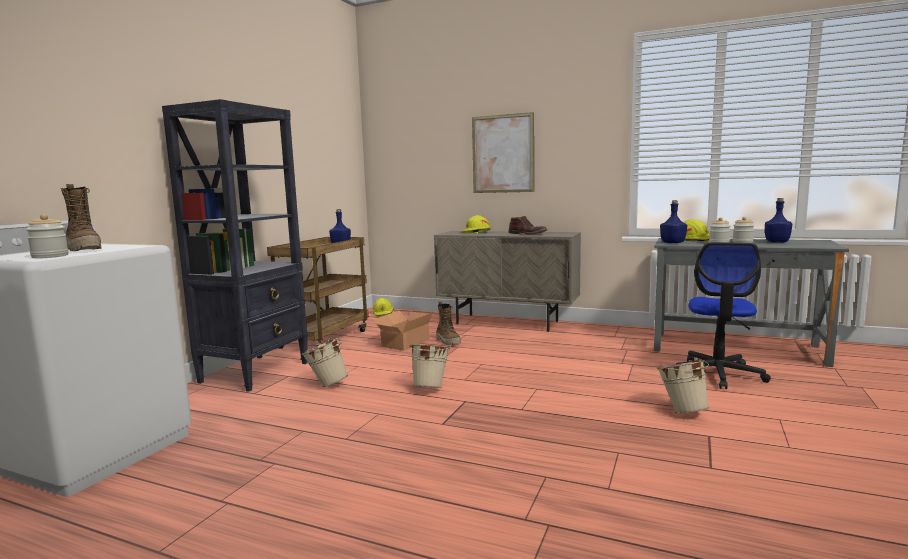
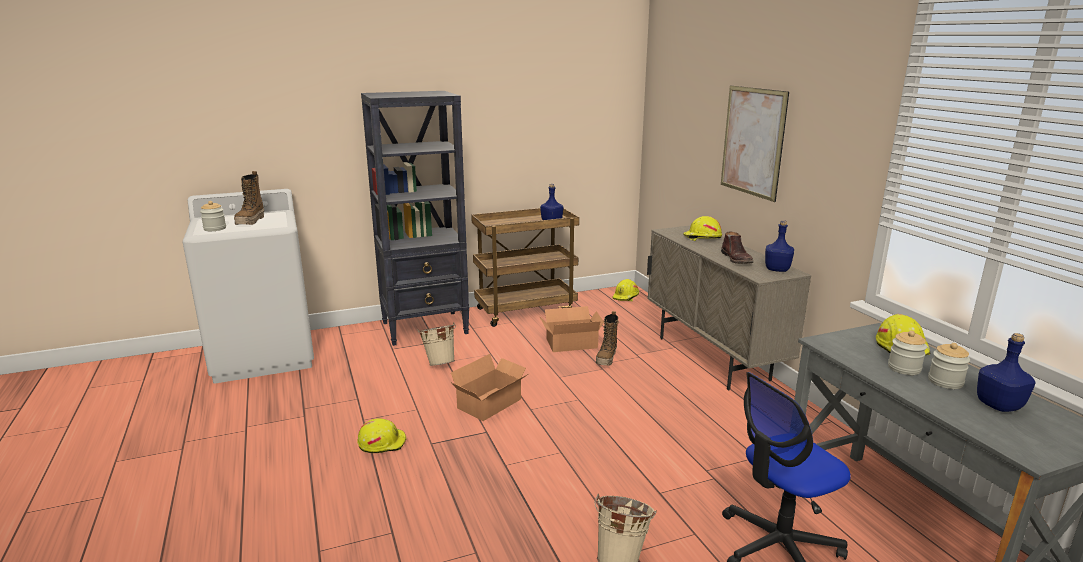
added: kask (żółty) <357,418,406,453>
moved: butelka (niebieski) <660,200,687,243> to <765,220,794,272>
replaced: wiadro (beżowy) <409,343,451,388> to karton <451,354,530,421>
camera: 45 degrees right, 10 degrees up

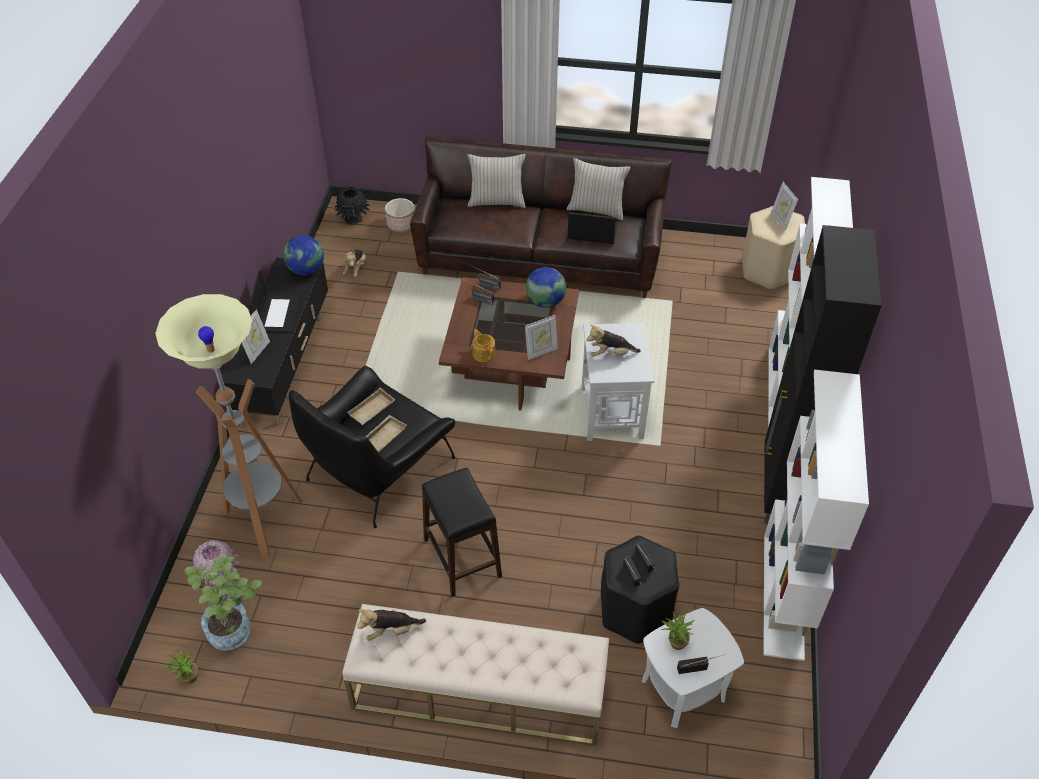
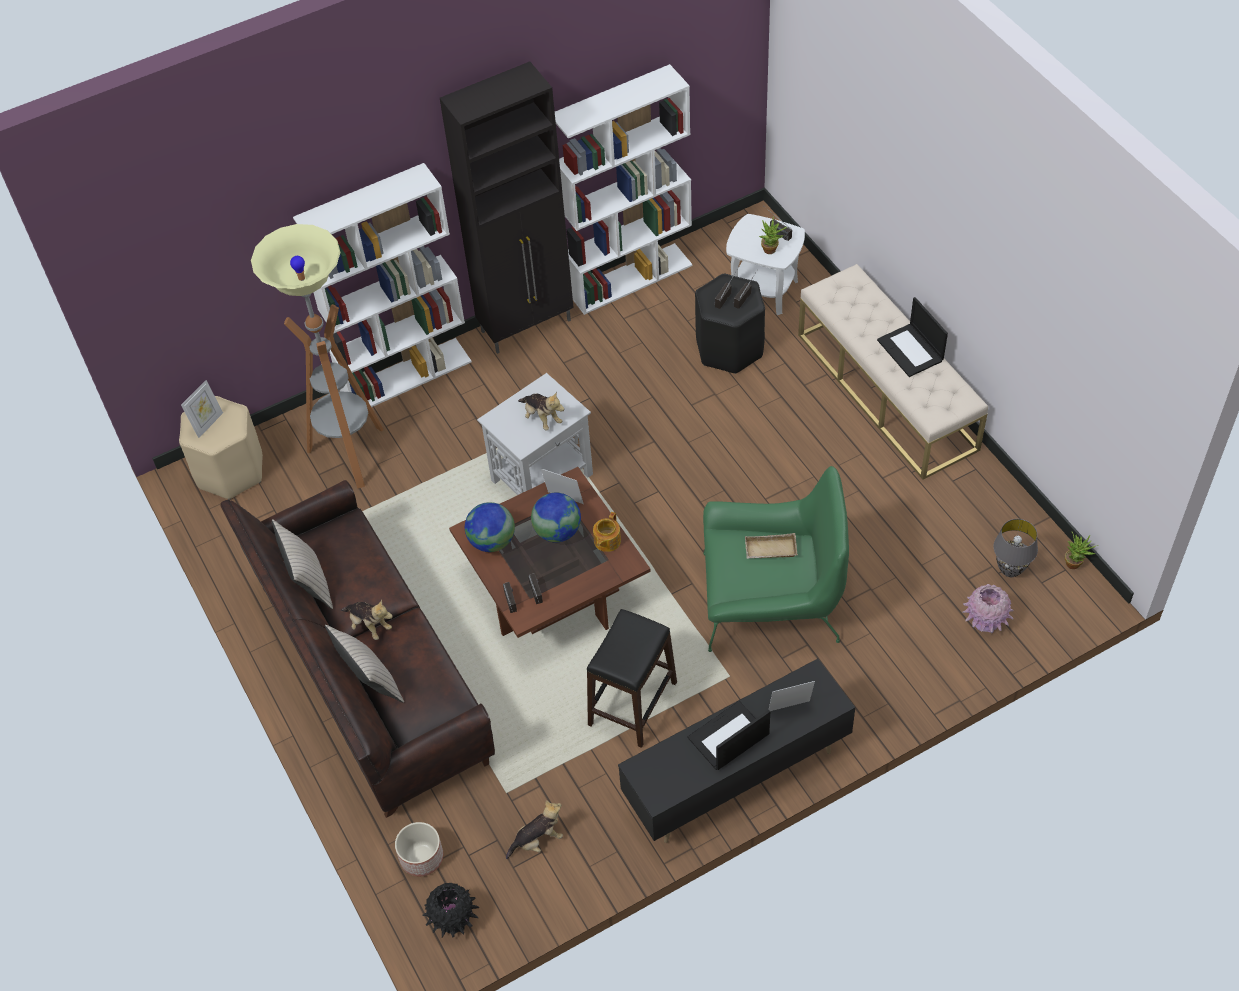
removed: taca (beżowy) <347,388,395,425>
moved: lampa stojąca <155,294,303,559> to <251,224,384,489>; globus <283,235,324,275> to <531,493,581,542>; pluszak <357,609,426,641> to <341,599,393,640>; stołek (czarny) <422,468,502,597> to <587,609,677,748>; laptop <567,212,618,244> to <877,297,948,377>
replaced: roślina doniczkowa <184,556,262,651> to lampa stołowa (szary) <994,519,1038,577>
recoloured: fotel (czarny) <289,366,455,528> to fotel (zielony) <703,466,849,652>
camera: 125 degrees left, 5 degrees up

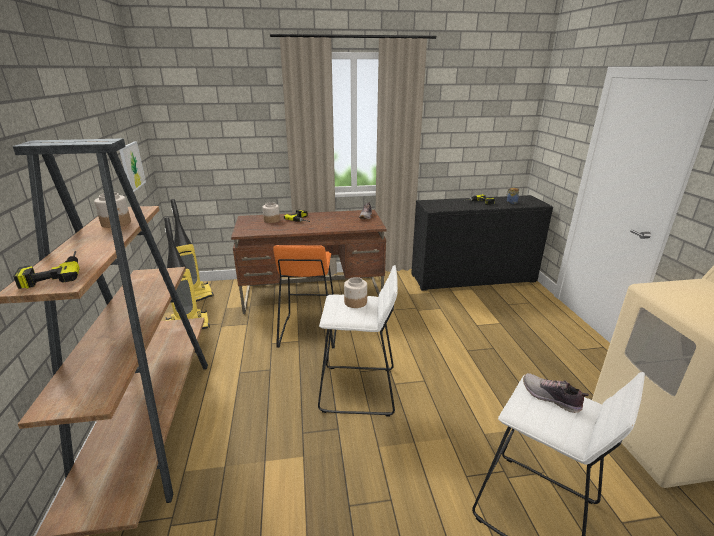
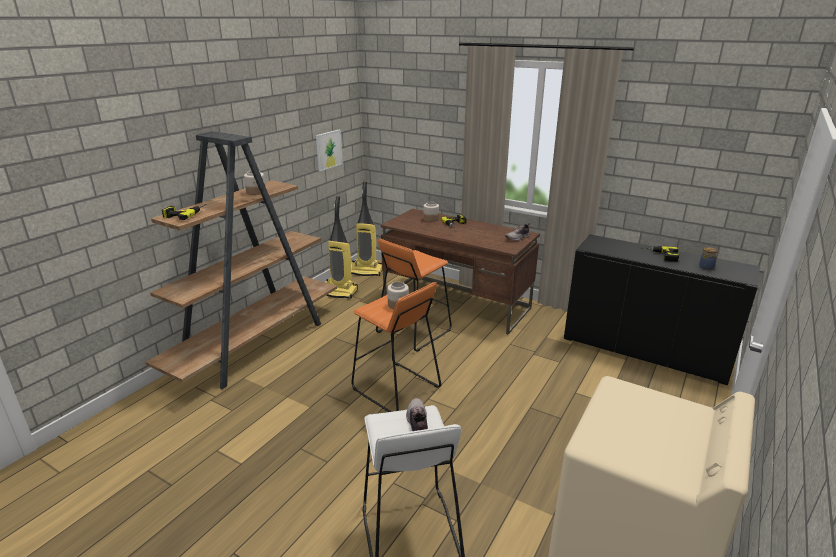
recoloured: stołek (biały) <318,265,398,416> to stołek (pomarańczowy) <351,282,441,412>
camera: 40 degrees right, 0 degrees up

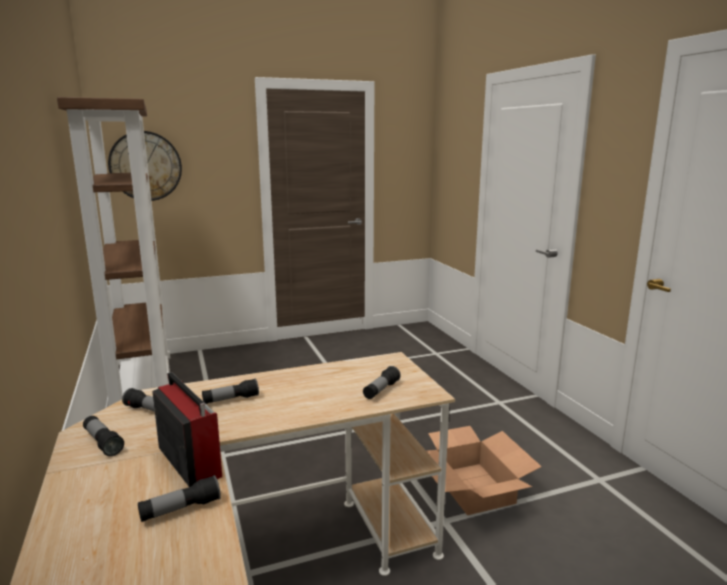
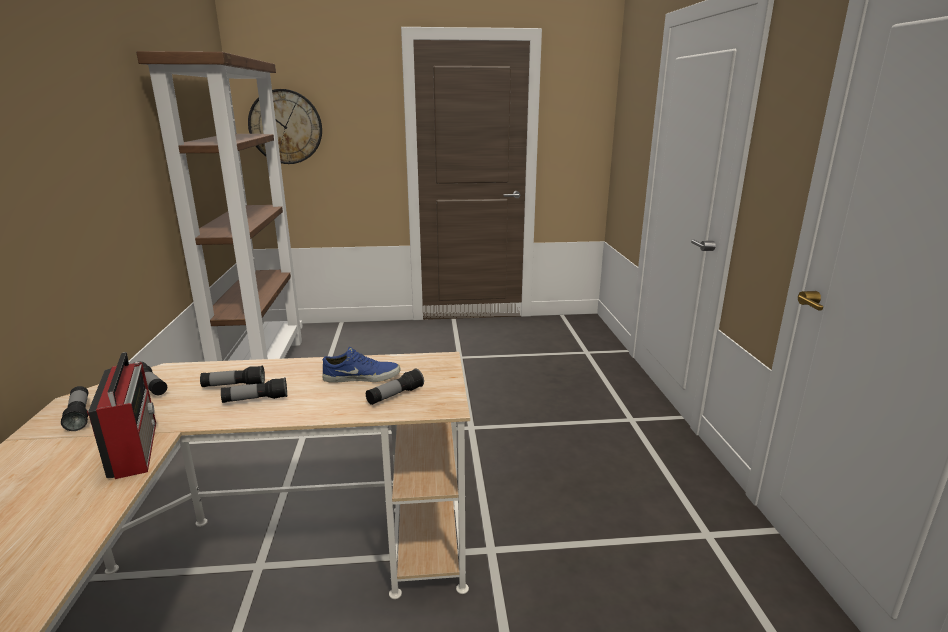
removed: karton <427,426,542,515>
added: but (niebieski) <322,347,401,383>
moved: latarka <138,475,221,522> to <221,378,287,403>
camera: 15 degrees right, 5 degrees up

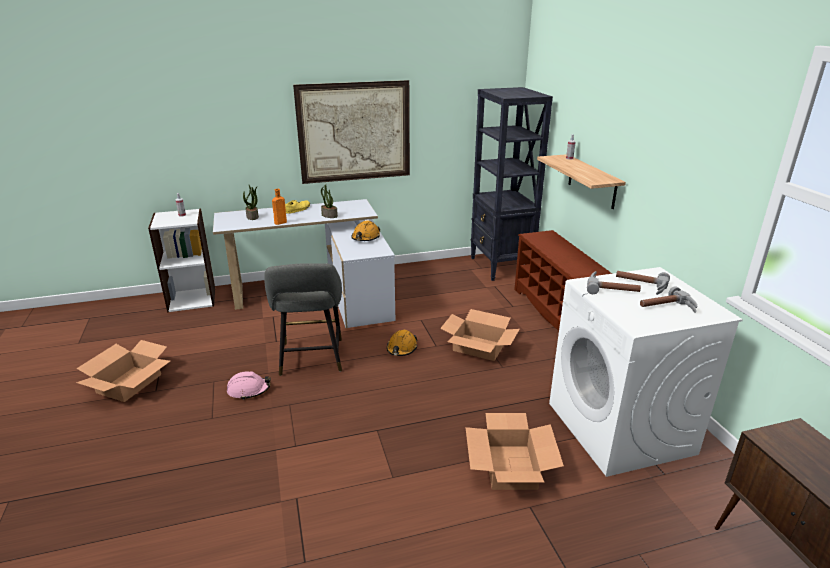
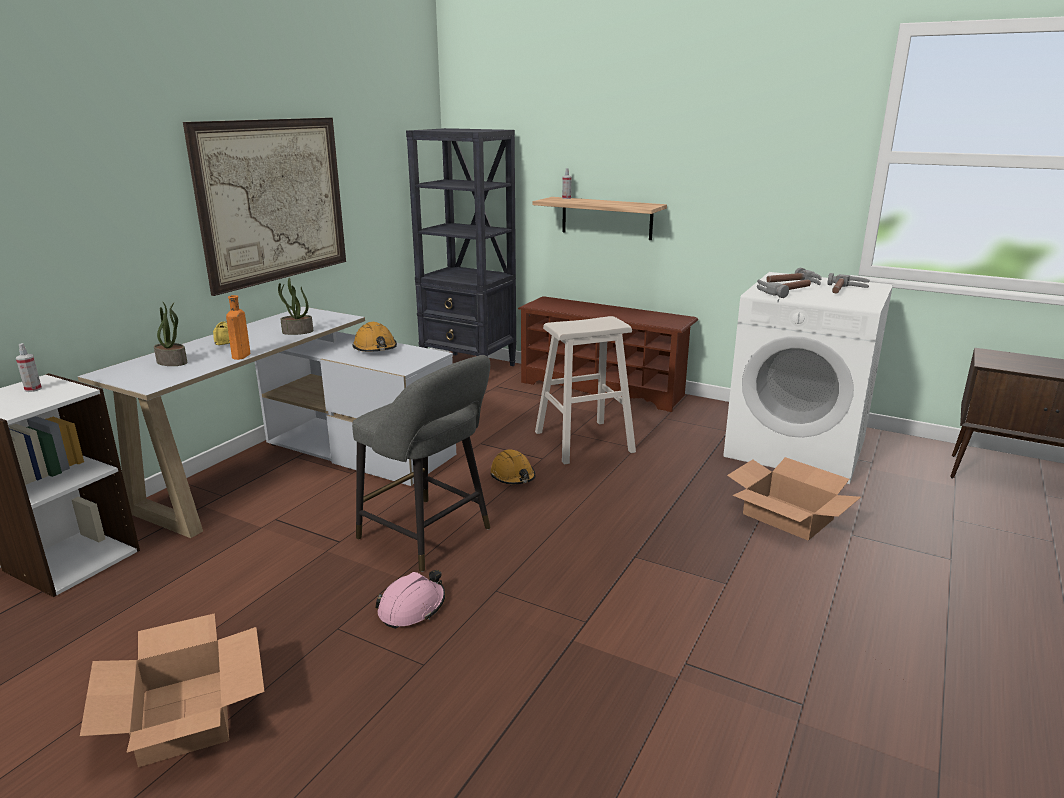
replaced: karton <440,309,520,361> to stołek (beżowy) <535,316,636,465>
camera: 45 degrees left, 5 degrees down

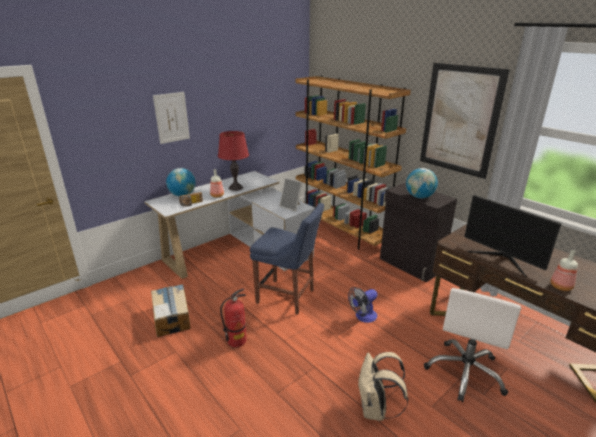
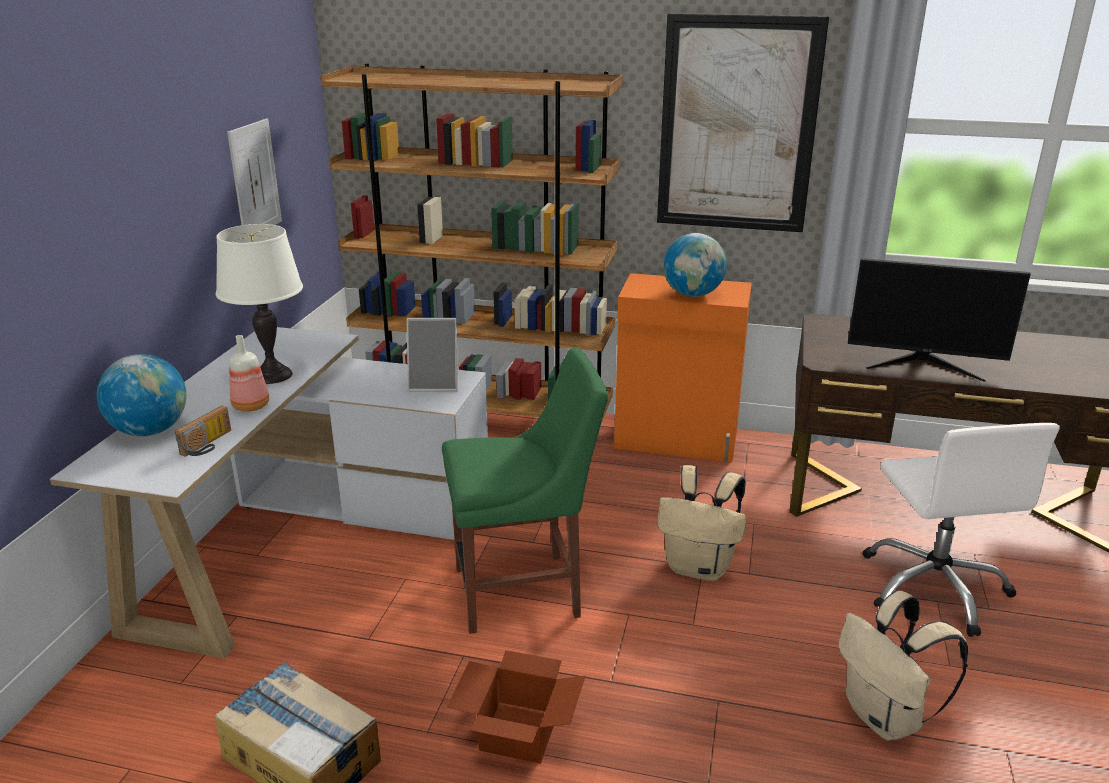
removed: butelka <550,250,578,291>
moved: obraz <153,92,190,144> to <227,119,282,225>
replaced: gaśnica <220,288,246,347> to karton <447,650,586,764>; wentylator <348,287,378,323> to plecak (beżowy) <657,465,746,581>
recoloured: lampa stołowa (czerwony) <218,131,249,191> to lampa stołowa (biały) <216,224,303,384>; krzesło (niebieski) <250,203,324,315> to krzesło (zielony) <442,348,608,634>; szafka (czarny) <380,182,457,282> to szafka (pomarańczowy) <614,273,752,463>
camera: 35 degrees left, 0 degrees up

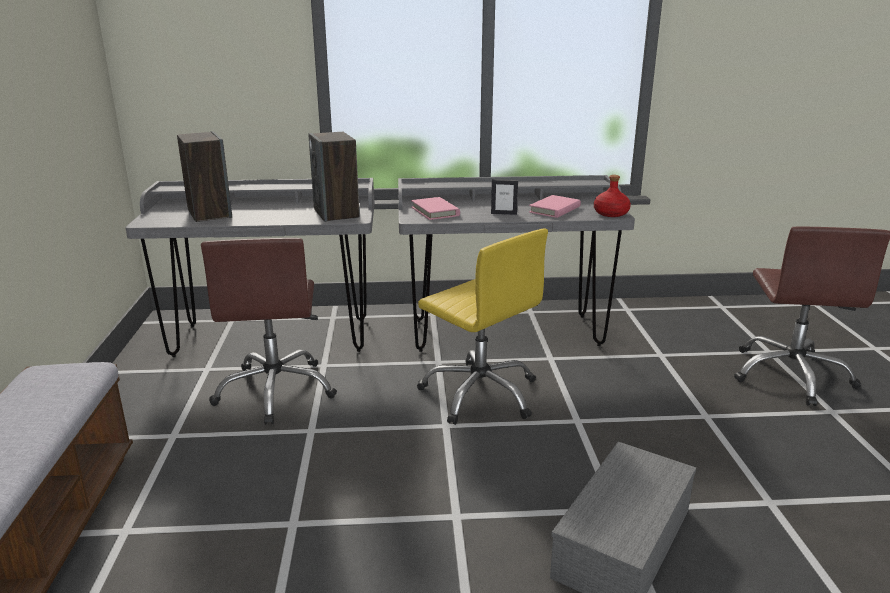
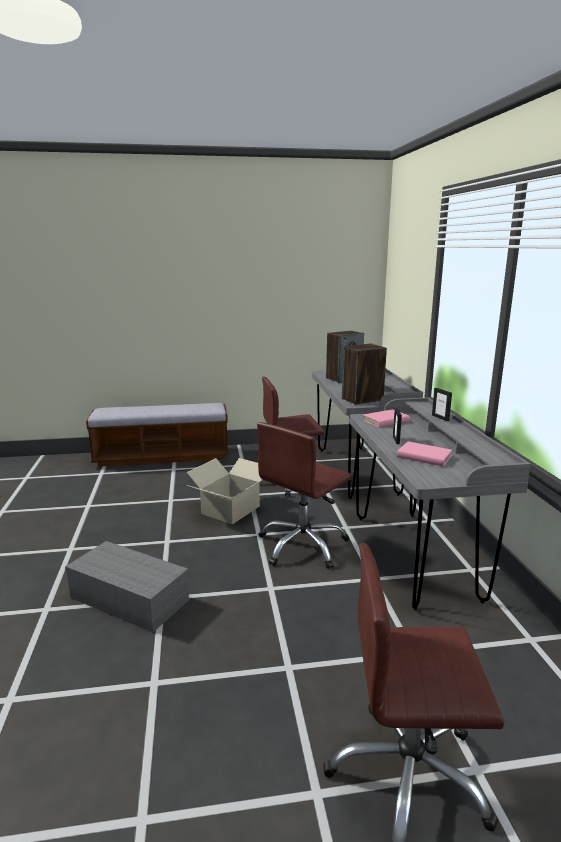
removed: butelka (czerwony) <594,175,631,217>
added: karton <187,458,263,525>; ramka na zdjęcie <432,388,452,421>
recoloured: krzesło biurowe (żółty) <417,229,548,425> to krzesło biurowe (brązowy) <257,422,351,569>
camera: 85 degrees right, 5 degrees down

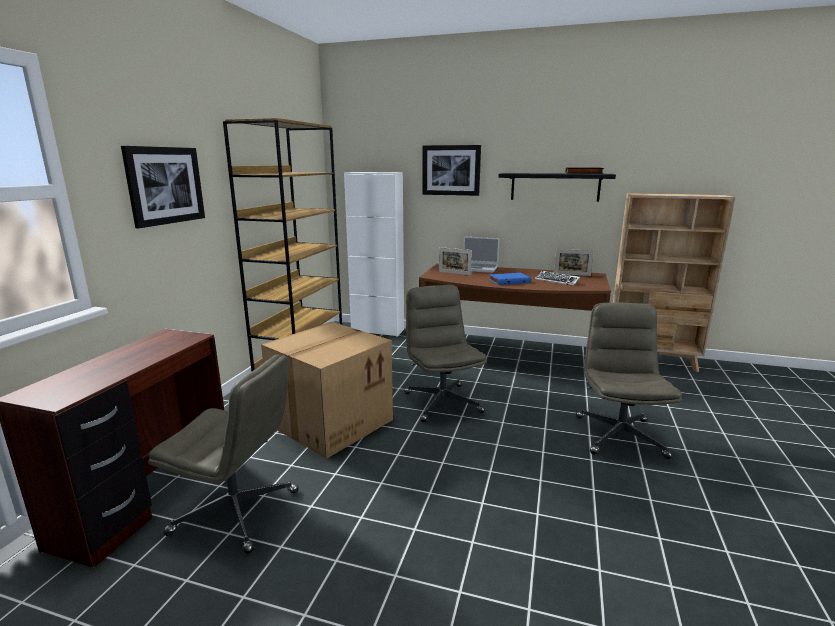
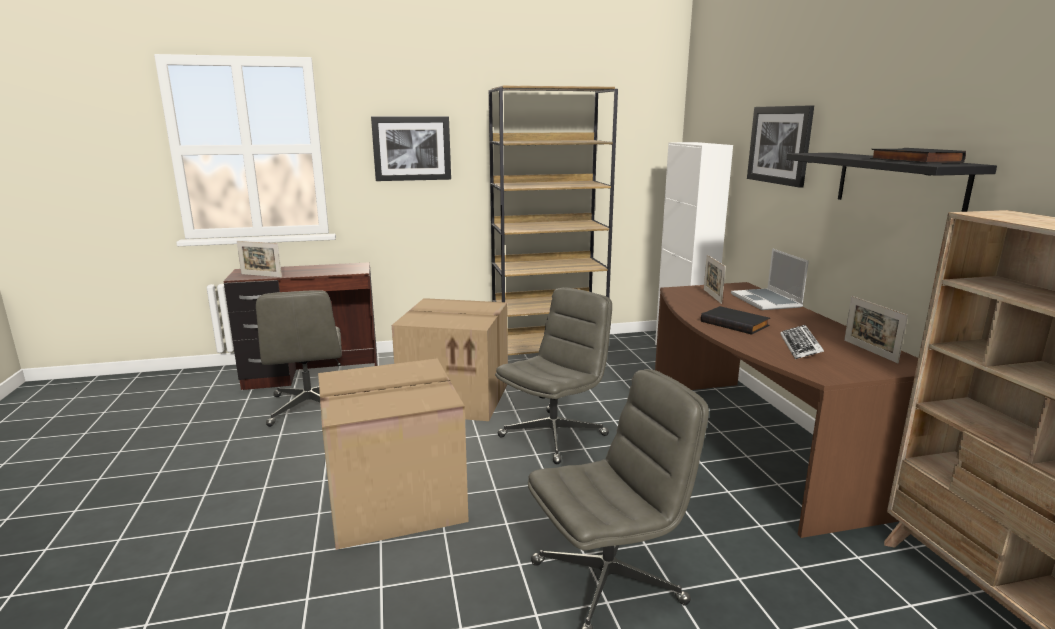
added: ramka na zdjęcie <237,241,282,277>; karton <318,358,469,550>
recoloured: książka (niebieski) <489,273,531,285> to książka (czarny) <701,306,770,335>
camera: 60 degrees right, 0 degrees up

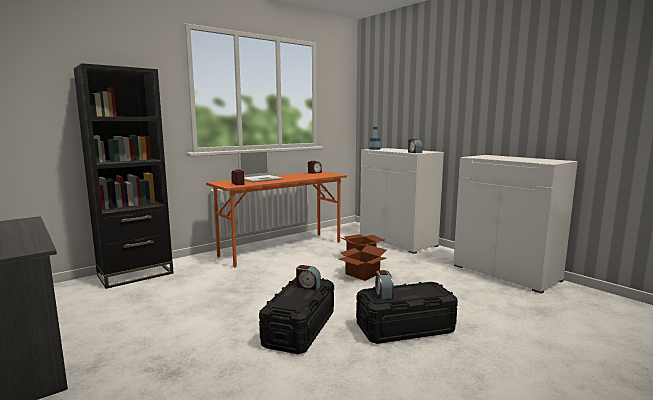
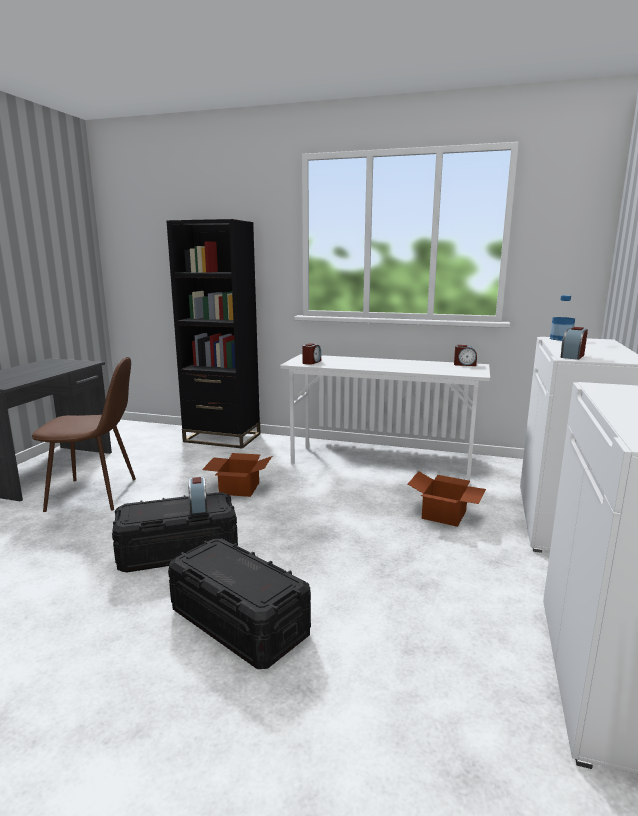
removed: laptop <238,150,283,182>; budzik <375,270,394,299>
added: krzesło (brązowy) <32,357,136,512>
moved: karton <339,245,386,281> to <202,453,272,497>
recoloured: biurko (pomarańczowy) <206,171,347,268> to biurko (biały) <280,354,490,485>
camera: 55 degrees right, 5 degrees up

